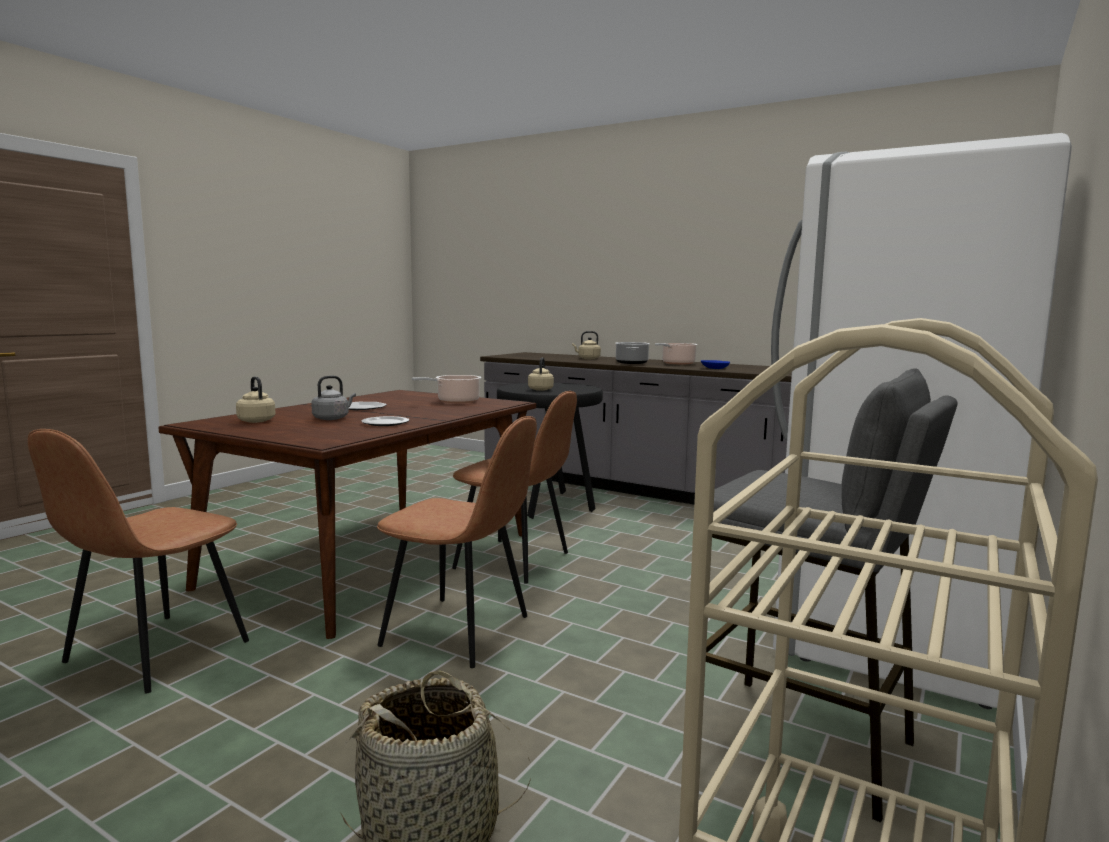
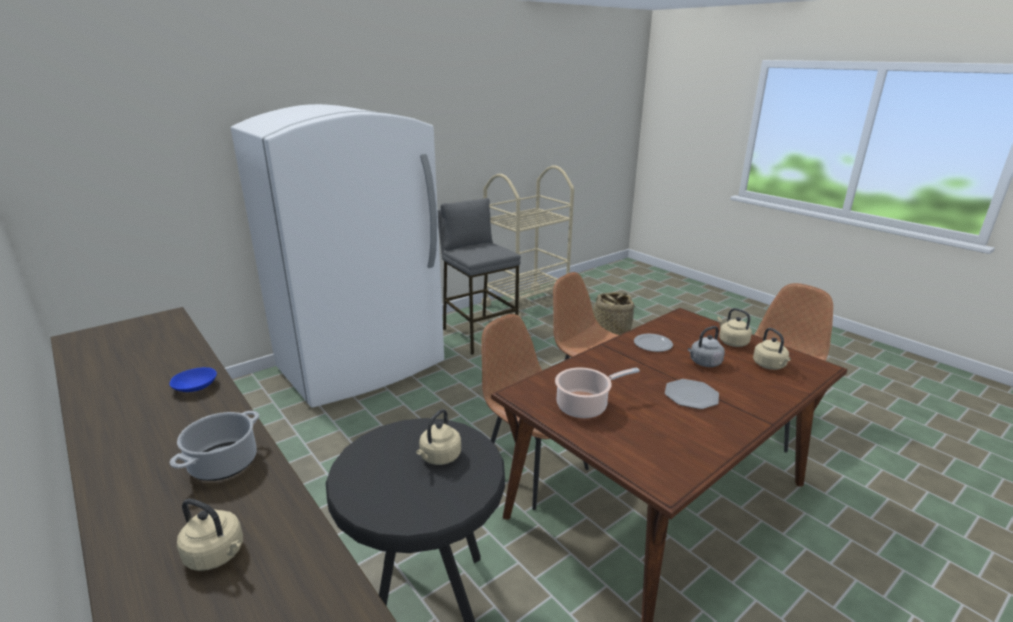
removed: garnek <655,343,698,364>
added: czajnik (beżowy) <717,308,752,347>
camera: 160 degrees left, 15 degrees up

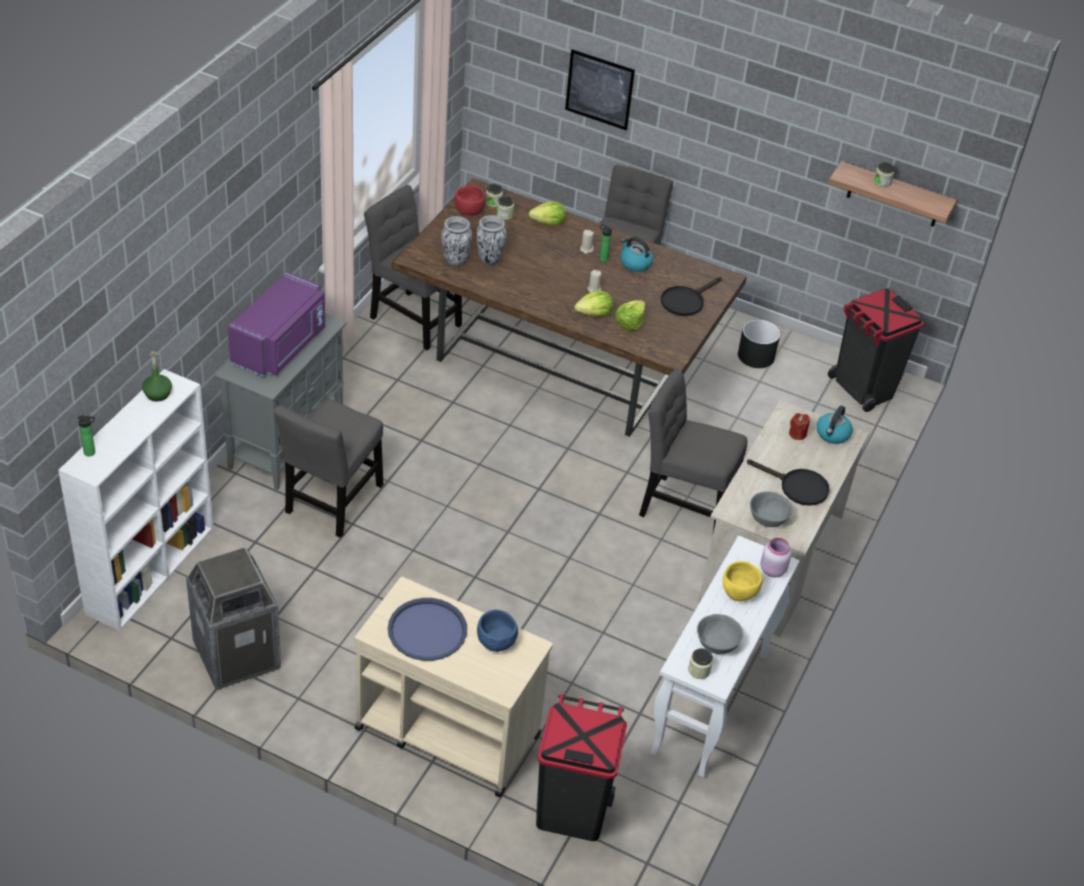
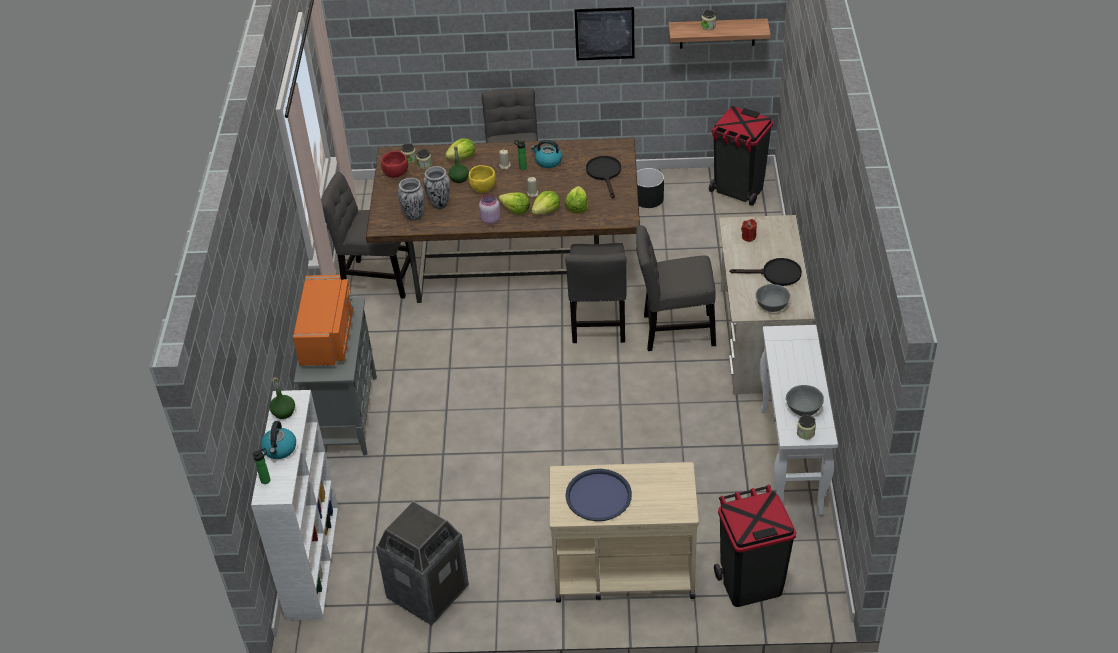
removed: miska (niebieski) <477,610,518,652>
added: butelka (zielony) <448,146,469,183>; sałata <498,192,530,215>
moved: krzesło (szary) <274,399,383,538> to <566,243,627,343>; obraz <565,49,635,130> to <574,7,635,60>; miska (żółty) <722,561,763,601> to <469,165,496,193>; słoik (różowy) <760,538,792,577> to <479,194,500,224>; czajnik <817,405,853,444> to <261,421,296,459>
recoloured: mikrofalówka (fioletowy) <228,271,325,377> to mikrofalówka (pomarańczowy) <293,275,353,367>
turned: patelnia (czarny) <661,277,722,316> = <586,156,621,199> 150 degrees clockwise
camera: 20 degrees left, 0 degrees up

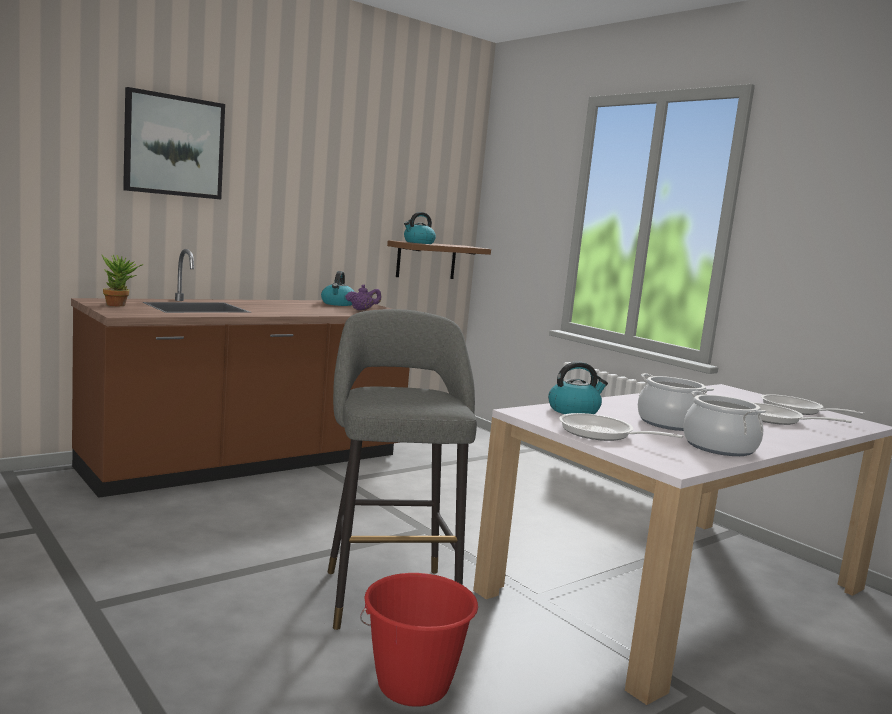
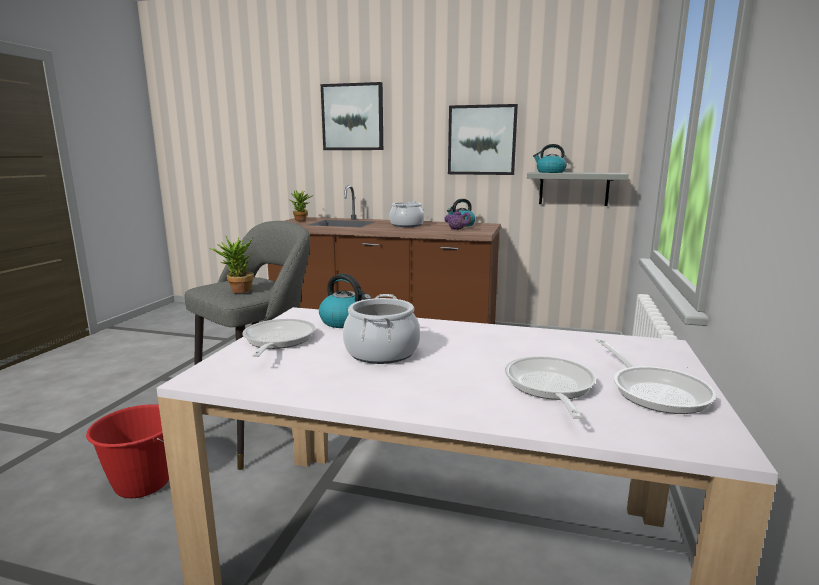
added: roślina doniczkowa <209,236,254,293>; obraz <448,104,518,175>
moved: garnek <683,391,766,456> to <389,201,424,227>
recoloured: półka (brązowy) <387,240,491,279> to półka (szary) <527,172,629,206>
turned: patelnia <761,394,865,415> = <596,338,717,414> 150 degrees clockwise
camera: 55 degrees right, 5 degrees up

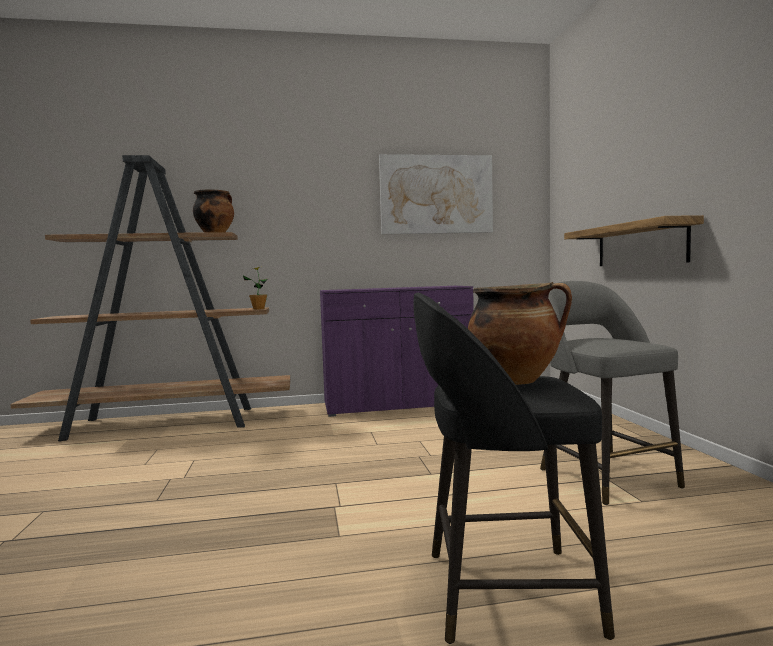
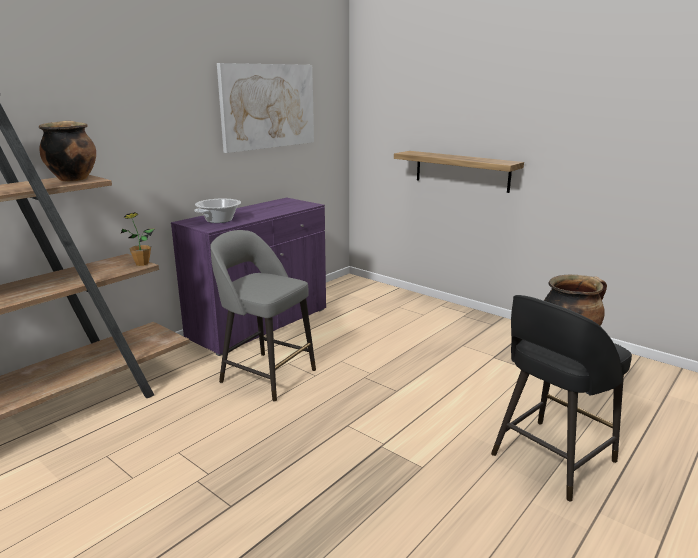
added: garnek <194,199,241,223>
moved: stołek (szary) <540,281,685,505> to <210,230,316,402>
camera: 40 degrees left, 15 degrees up

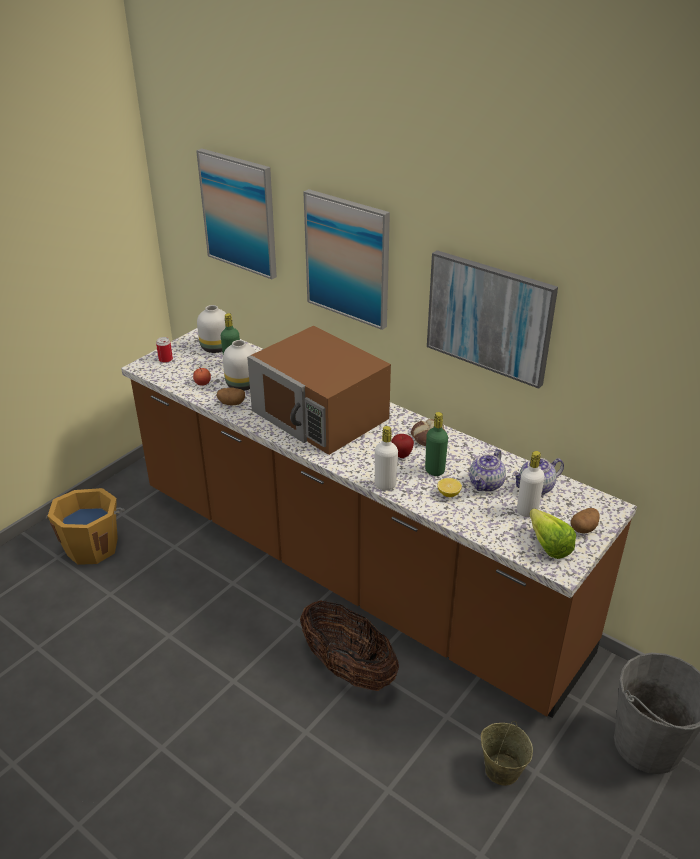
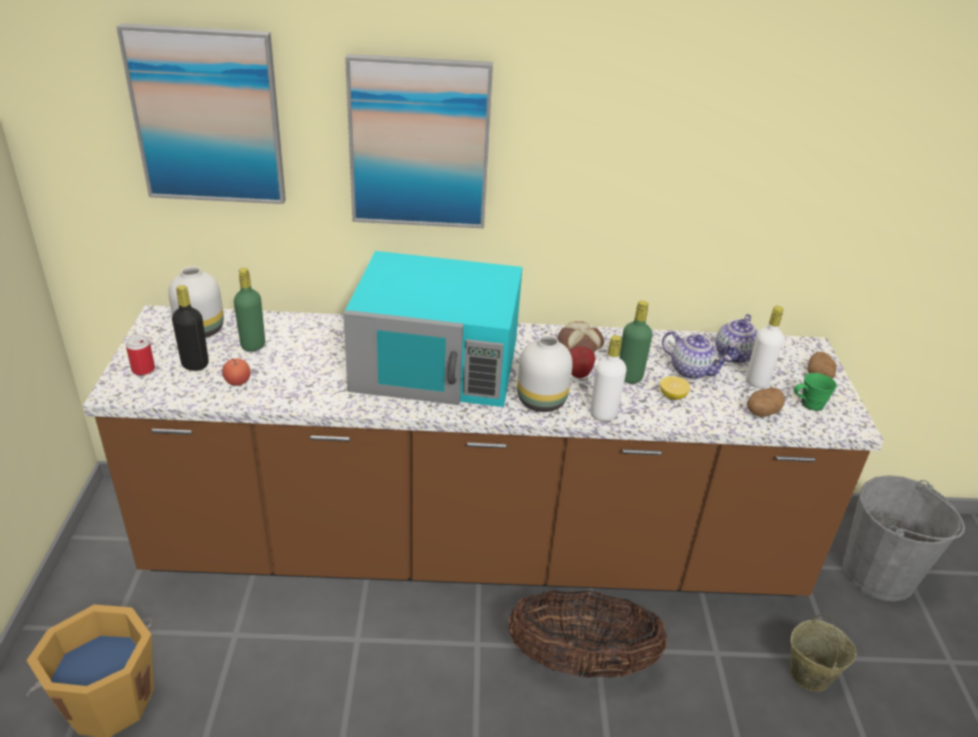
removed: obraz <427,250,558,389>
added: butelka (czarny) <172,285,209,371>
moved: ziemniak <217,388,245,405> to <747,388,785,417>; wazon (biały) <223,340,256,391> to <517,335,573,412>
replaced: sałata <529,508,576,559> to kubek (zielony) <794,373,837,411>
recoloured: mikrofalówka (brązowy) <247,326,391,455> to mikrofalówka (turkusowy) <343,251,522,407>
turned: imbryk <469,449,506,492> = <662,331,732,379> 45 degrees counterclockwise
camera: 40 degrees left, 0 degrees up

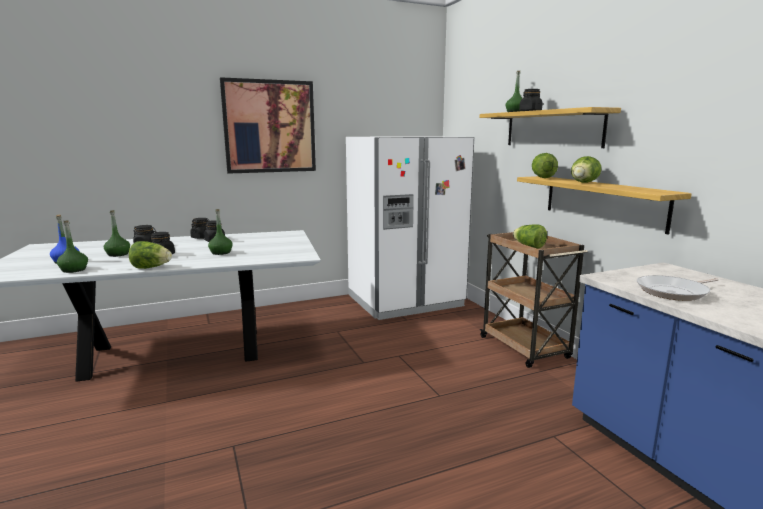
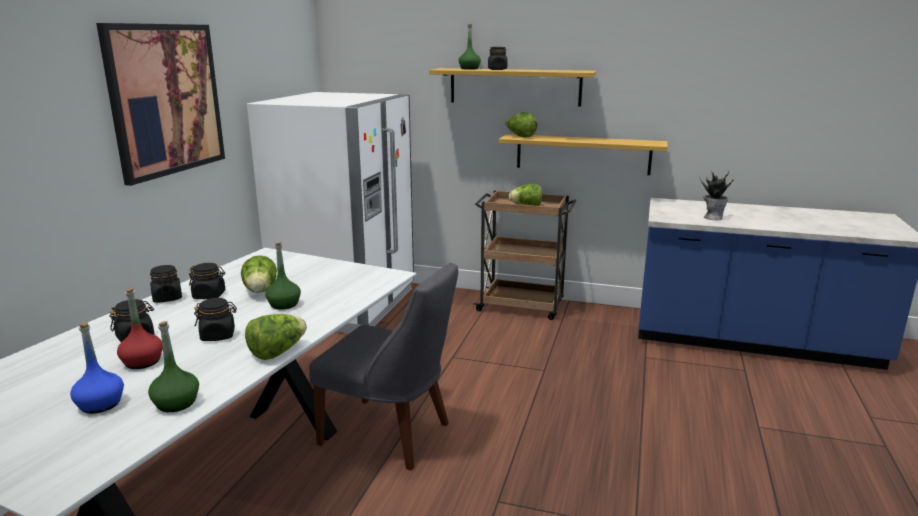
added: krzesło (szary) <309,263,458,470>
moved: sałata <571,156,601,183> to <241,255,277,293>
replaced: patelnia <637,275,718,301> to roślina doniczkowa <699,172,733,220>
recoloured: butelka (zielony) <104,210,130,257> to butelka (czerwony) <117,288,163,369>
camera: 50 degrees left, 5 degrees up

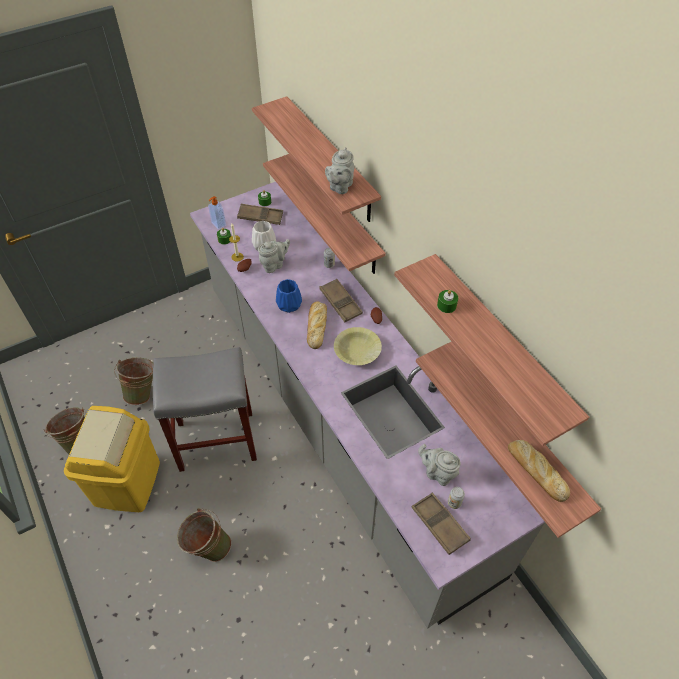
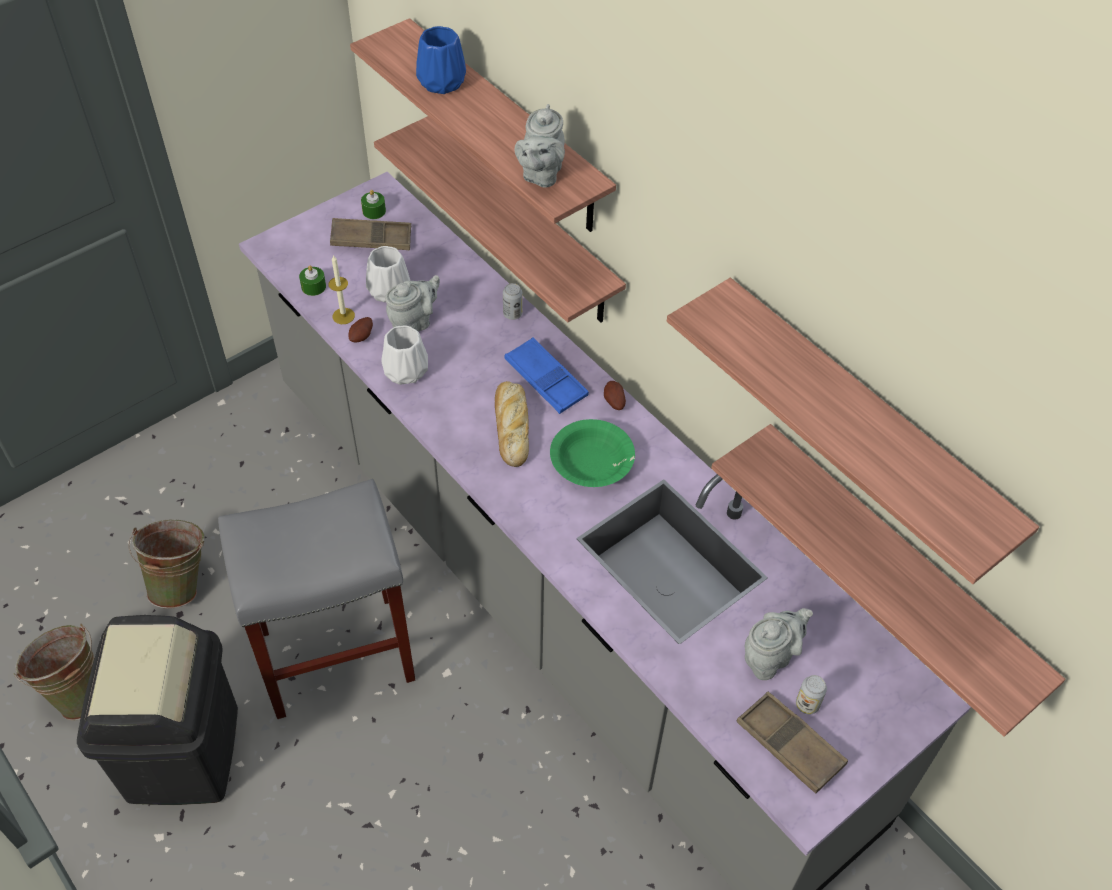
removed: wiadro (zielony) <177,508,231,562>; dozownik mydła <208,196,226,230>; świeca (zielony) <437,290,458,313>; chleb <508,440,570,502>
added: wazon (biały) <381,326,428,385>
moved: wazon (niebieski) <276,279,302,313> to <416,26,466,94>
recoloured: kosz na śmieci (żółty) <64,406,160,512> to kosz na śmieci (czarny) <77,615,238,805>; taca (brązowy) <319,279,363,323> to taca (niebieski) <504,337,589,414>; miska (żółty) <334,327,382,365> to miska (zielony) <550,419,635,487>
turned: imbryk (szary) <418,444,460,486> = <745,608,813,680> 120 degrees clockwise
camera: 10 degrees left, 0 degrees up

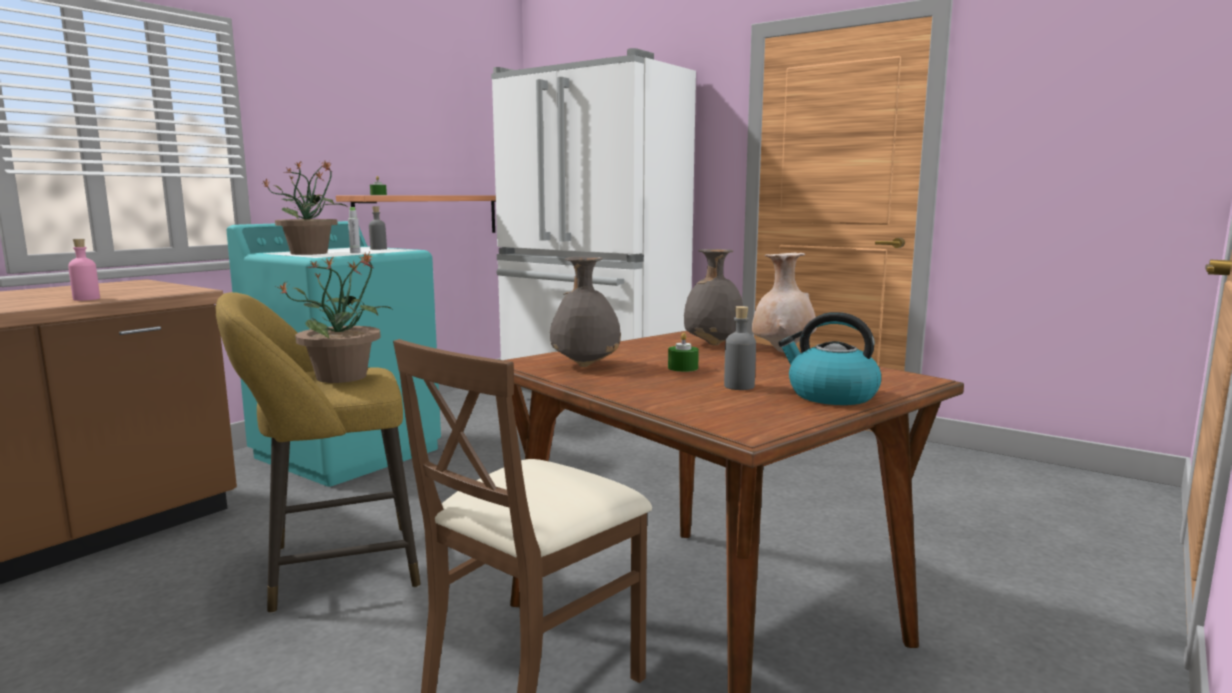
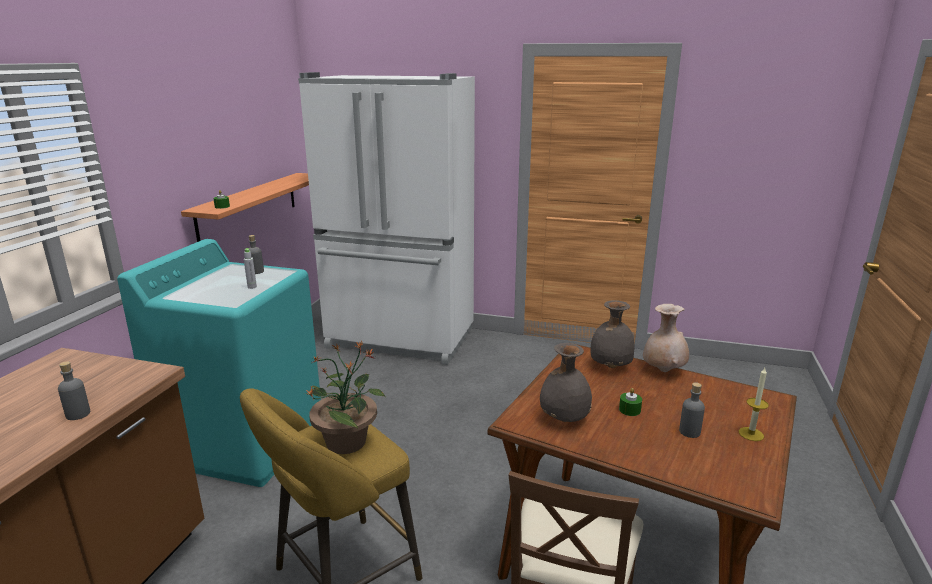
removed: roślina doniczkowa <261,160,347,255>
replaced: czajnik <778,312,881,405> to świeca <739,368,769,441>
recoloured: butelka (różowy) <68,239,100,301> to butelka (szary) <58,361,90,420>
camera: 20 degrees left, 10 degrees up

